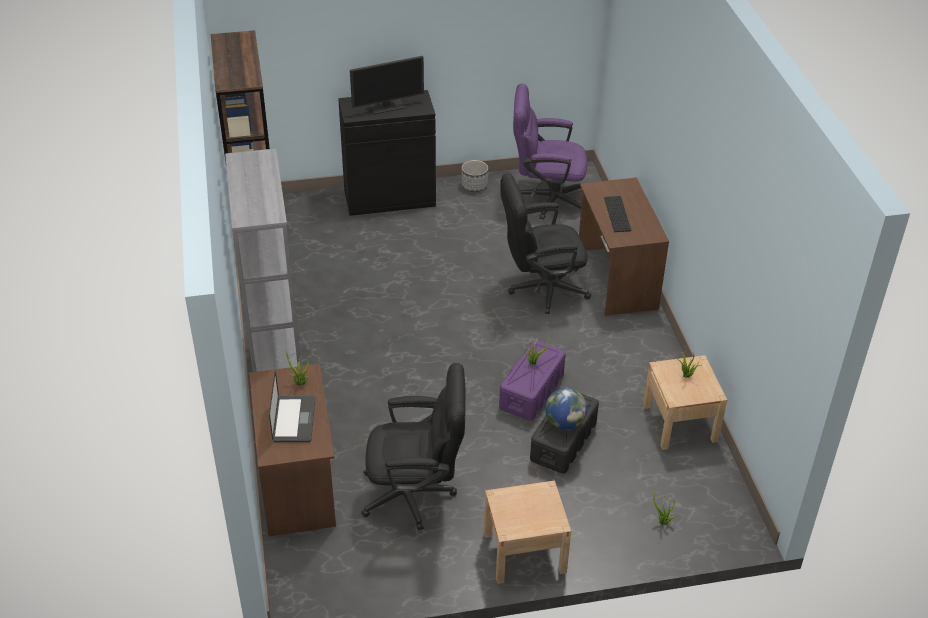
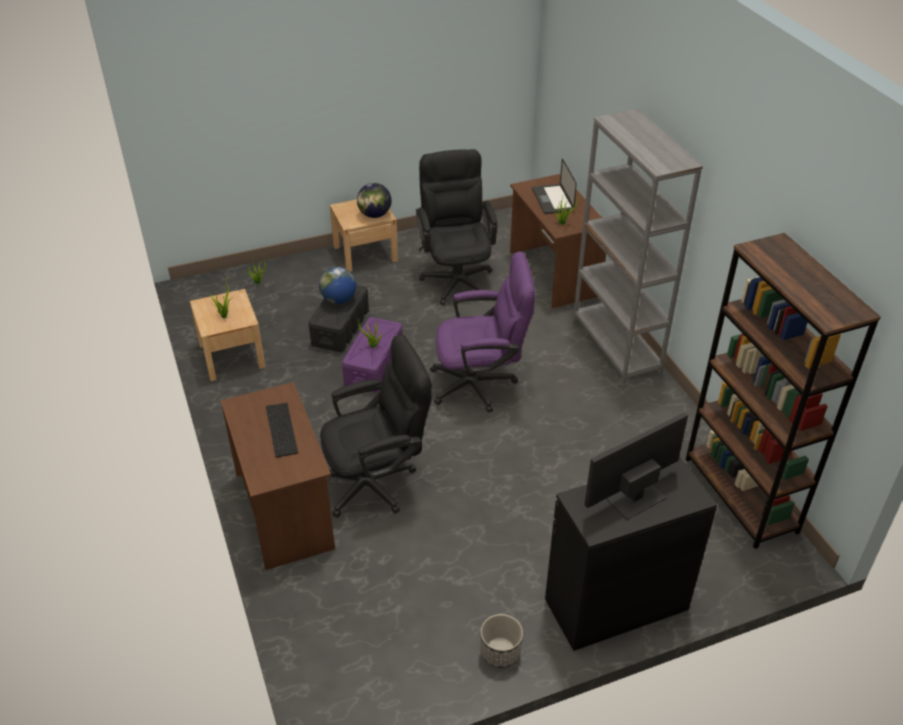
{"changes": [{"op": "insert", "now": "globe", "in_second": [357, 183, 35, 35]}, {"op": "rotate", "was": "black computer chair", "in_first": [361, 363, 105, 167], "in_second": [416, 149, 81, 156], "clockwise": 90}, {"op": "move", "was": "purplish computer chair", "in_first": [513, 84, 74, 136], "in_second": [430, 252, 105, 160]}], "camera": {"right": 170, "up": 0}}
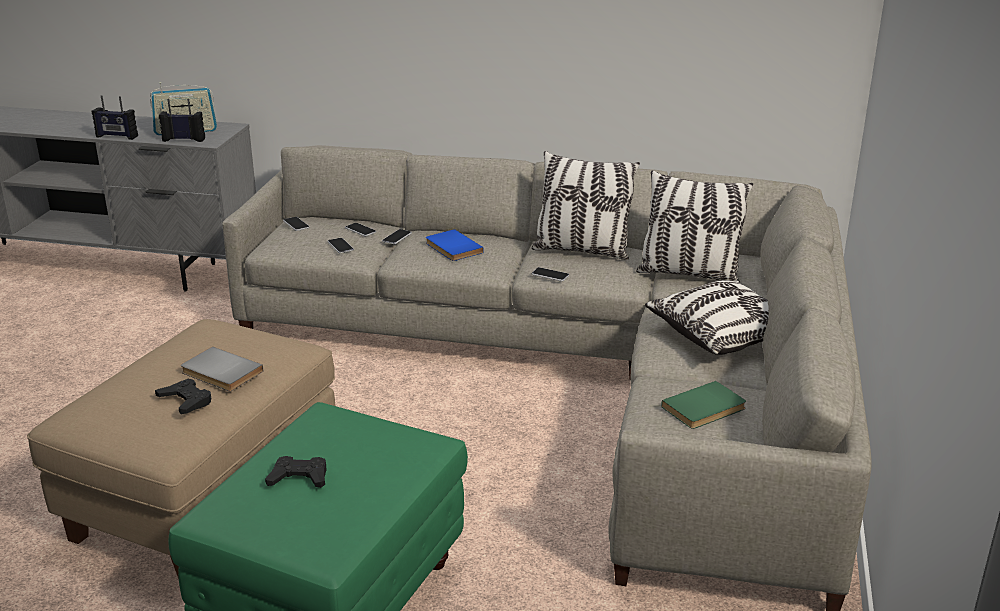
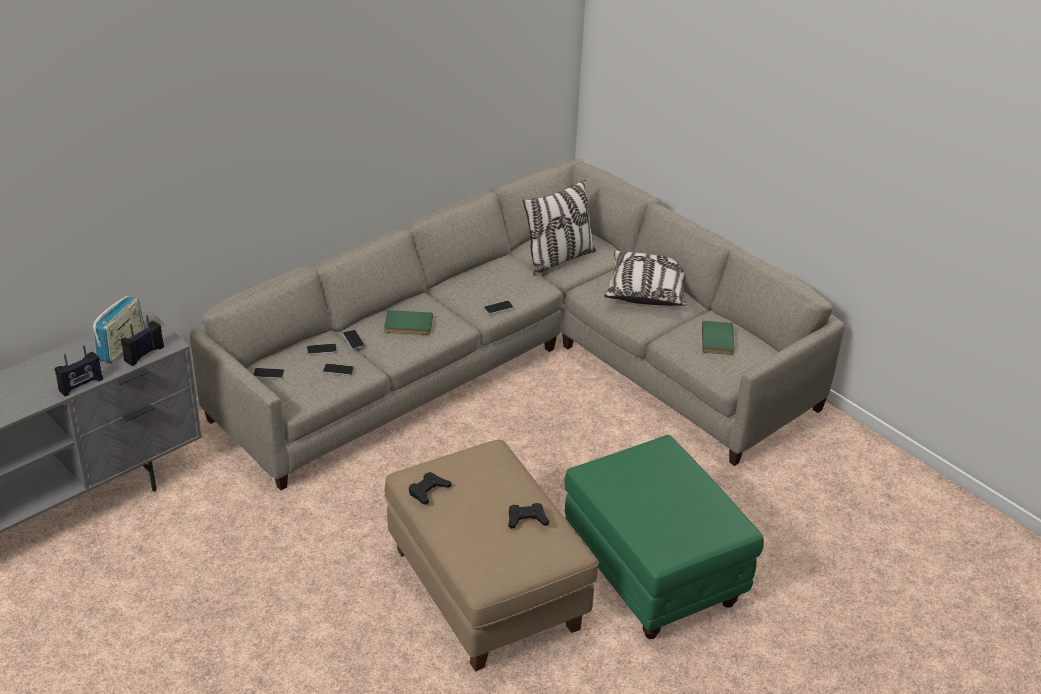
{"changes": [{"op": "recolor", "was": "bluish volume", "now": "green-coloured volume", "in_first": [426, 229, 58, 32], "in_second": [384, 310, 49, 25]}, {"op": "move", "was": "black gamepad", "in_first": [265, 456, 62, 32], "in_second": [409, 472, 42, 33]}, {"op": "delete", "was": "greyish volume", "in_first": [181, 347, 82, 44]}, {"op": "delete", "was": "pillow", "in_first": [531, 151, 109, 109]}], "camera": {"right": -55, "up": 10}}
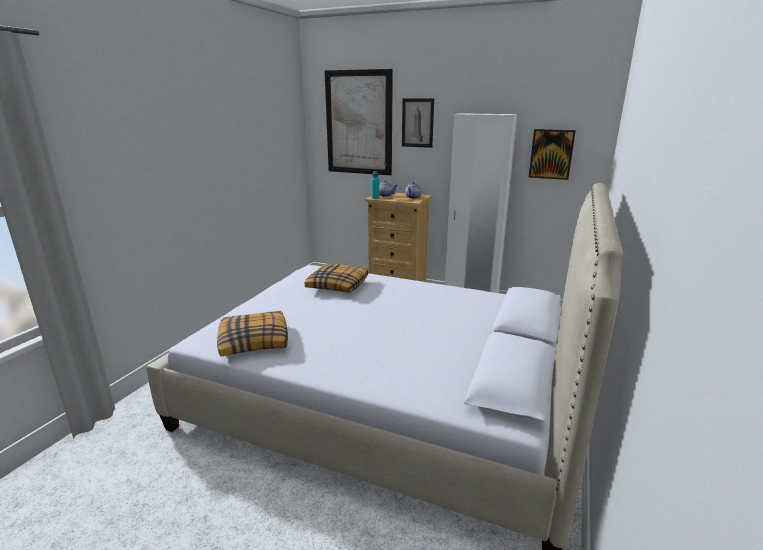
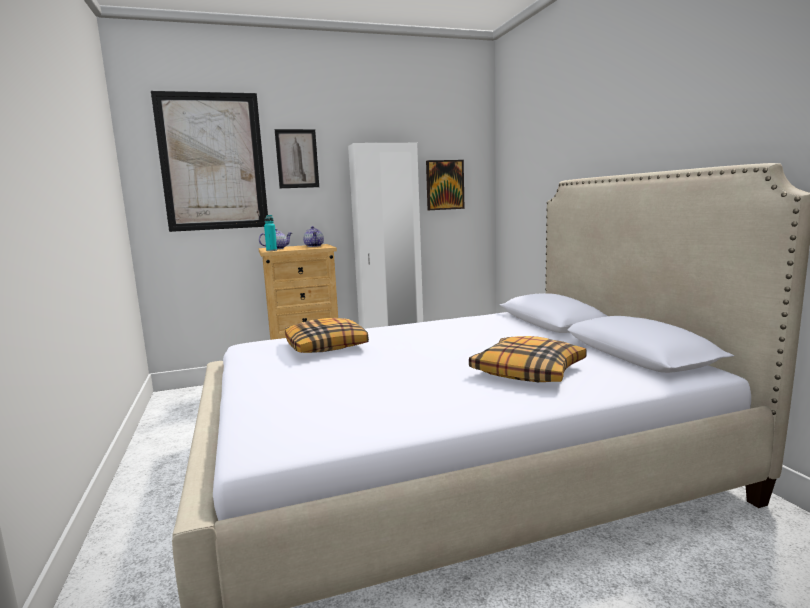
{"changes": [{"op": "move", "was": "pillow", "in_first": [217, 311, 71, 46], "in_second": [469, 336, 118, 46]}], "camera": {"right": -40, "up": -10}}
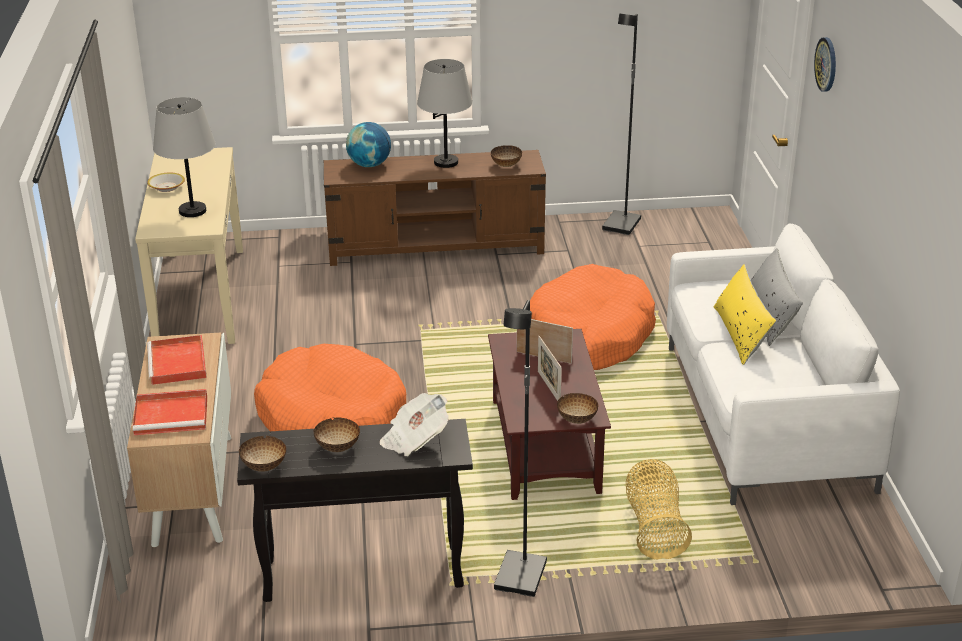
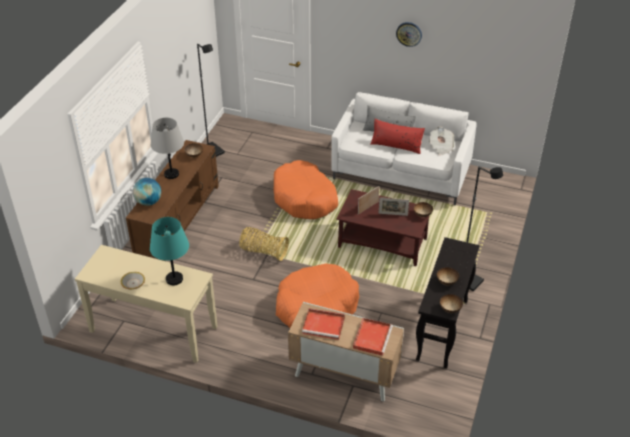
{"changes": [{"op": "recolor", "was": "greyish table lamp", "now": "blue-green table lamp", "in_first": [153, 97, 63, 120], "in_second": [150, 217, 39, 68]}, {"op": "move", "was": "storage basket", "in_first": [626, 459, 66, 100], "in_second": [239, 227, 50, 34]}, {"op": "recolor", "was": "yellow pillow", "now": "red-coloured pillow", "in_first": [714, 264, 62, 101], "in_second": [371, 119, 54, 35]}, {"op": "move", "was": "hanging clock", "in_first": [814, 37, 22, 55], "in_second": [396, 22, 26, 25]}, {"op": "move", "was": "daily paper", "in_first": [380, 393, 69, 63], "in_second": [429, 127, 25, 29]}], "camera": {"right": -65, "up": 10}}
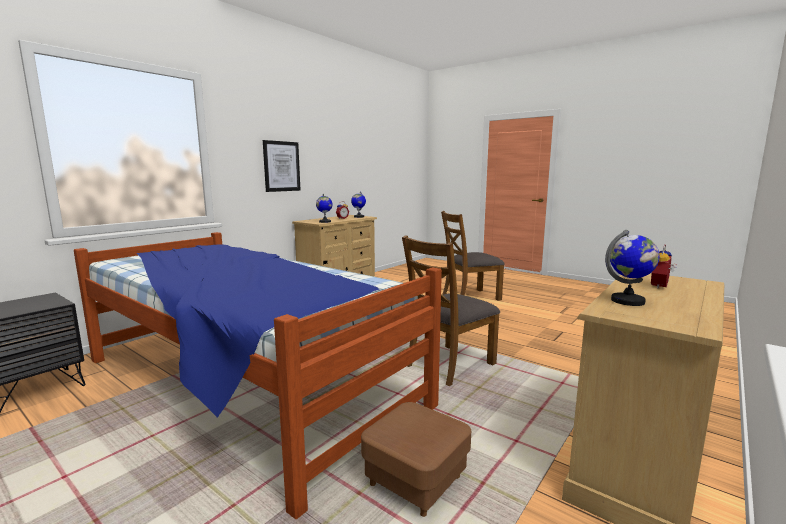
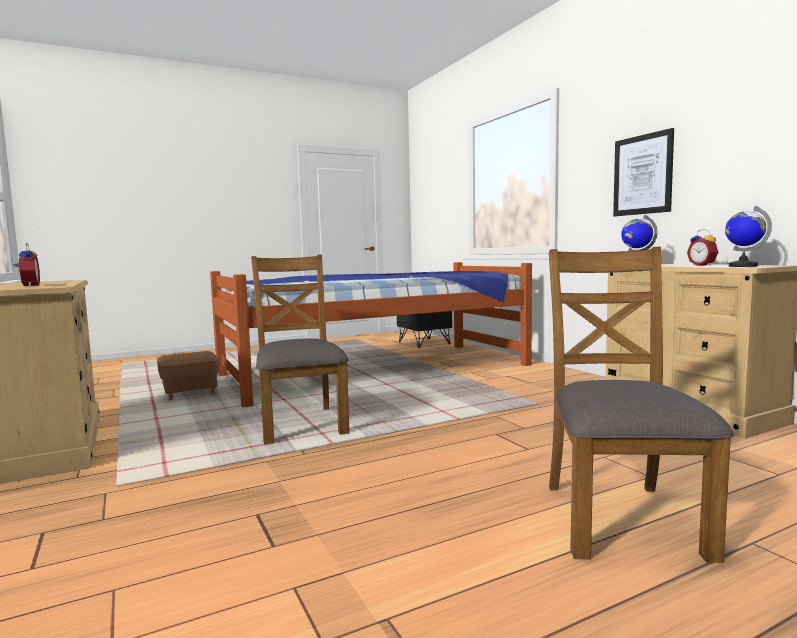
{"changes": [{"op": "delete", "was": "globe", "in_first": [605, 229, 55, 77]}], "camera": {"right": 115, "up": -5}}
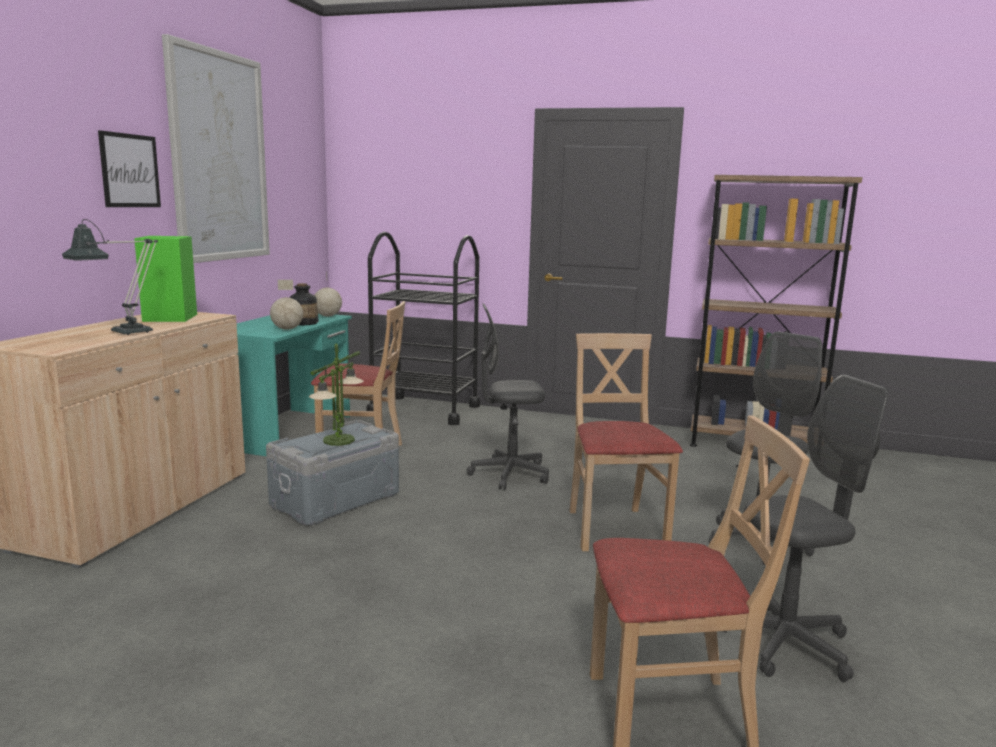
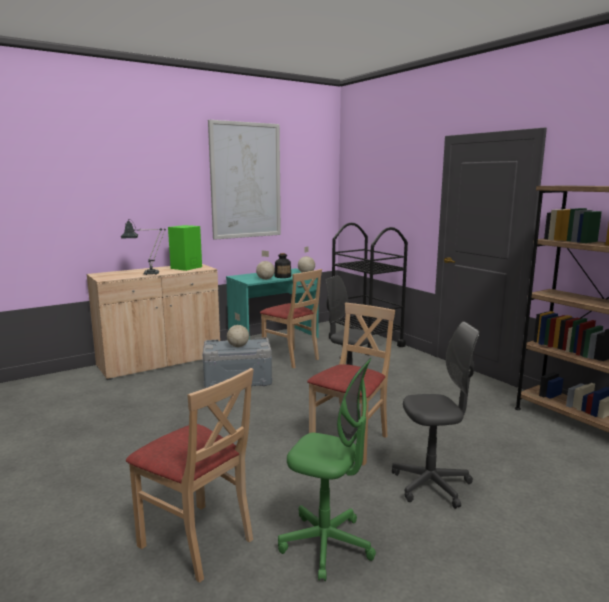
{"changes": [{"op": "replace", "was": "table lamp", "now": "globe", "in_first": [309, 343, 54, 103], "in_second": [227, 313, 22, 34]}, {"op": "recolor", "was": "greyish computer chair", "now": "green-coloured computer chair", "in_first": [724, 375, 164, 307], "in_second": [278, 358, 98, 223]}, {"op": "delete", "was": "wall picture", "in_first": [98, 130, 63, 77]}], "camera": {"right": 40, "up": 0}}
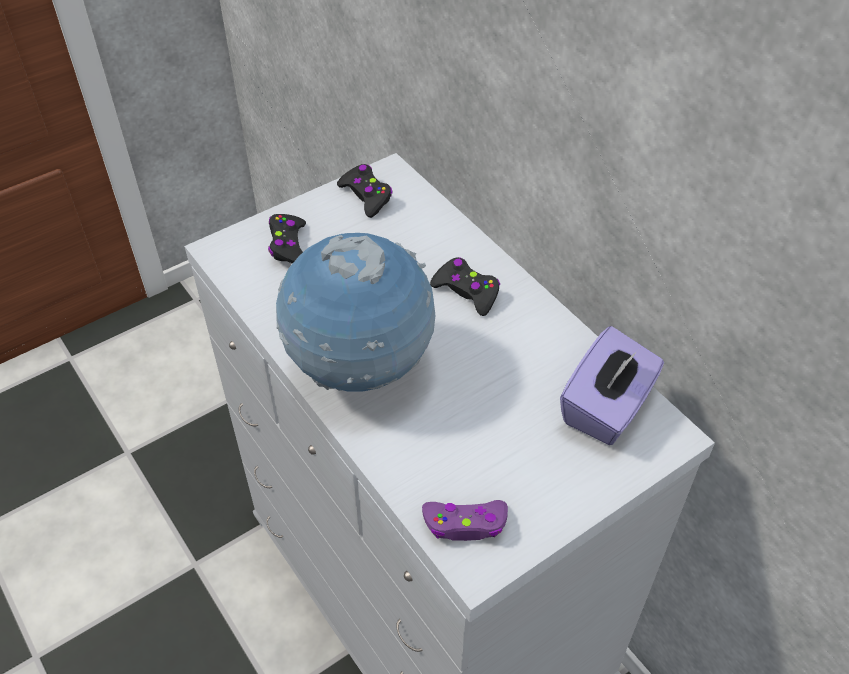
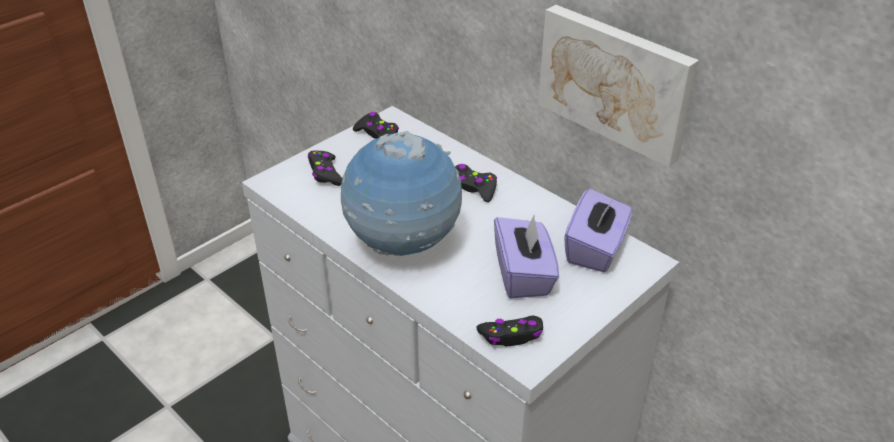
{"changes": [{"op": "recolor", "was": "purplish gamepad", "now": "black gamepad", "in_first": [422, 500, 86, 41], "in_second": [477, 316, 66, 30]}, {"op": "insert", "now": "purplish tissue holder", "in_second": [494, 214, 65, 84]}, {"op": "insert", "now": "wall picture", "in_second": [538, 5, 161, 162]}], "camera": {"right": -10, "up": -10}}
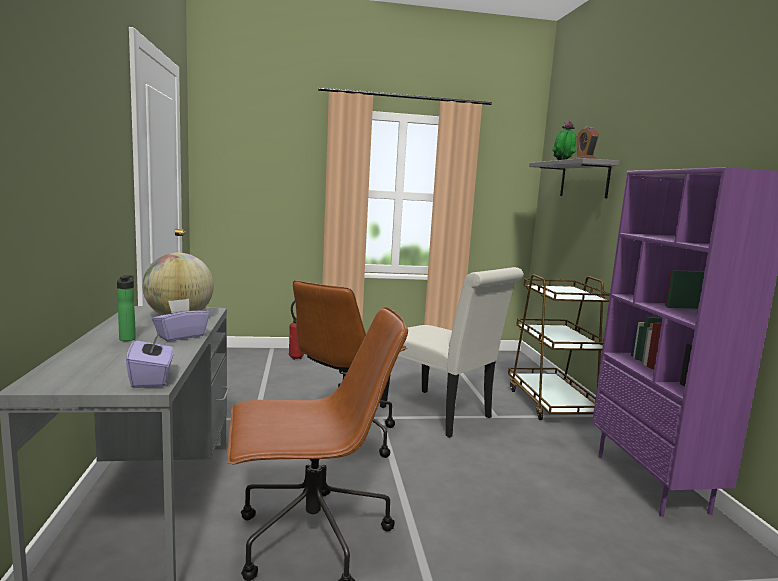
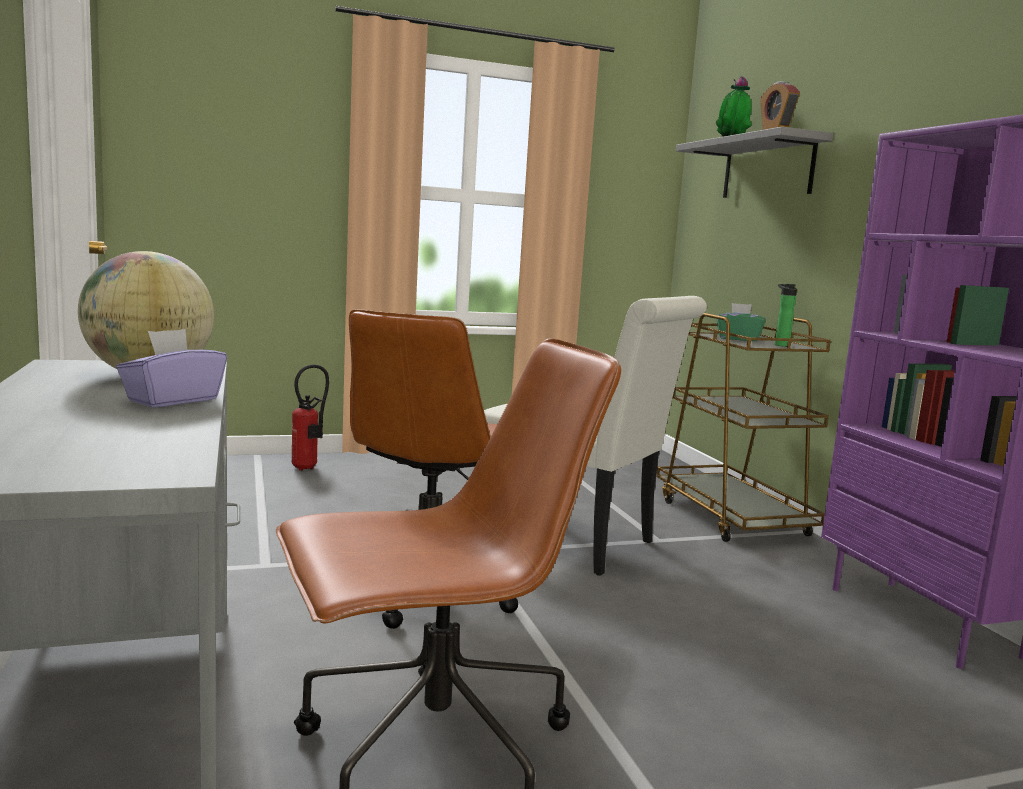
{"changes": [{"op": "insert", "now": "green-coloured tissue holder", "in_second": [716, 303, 50, 38]}, {"op": "move", "was": "beverage bottle", "in_first": [117, 275, 19, 66], "in_second": [775, 284, 22, 63]}, {"op": "delete", "was": "purplish tissue holder", "in_first": [126, 332, 48, 56]}], "camera": {"right": -10, "up": 0}}
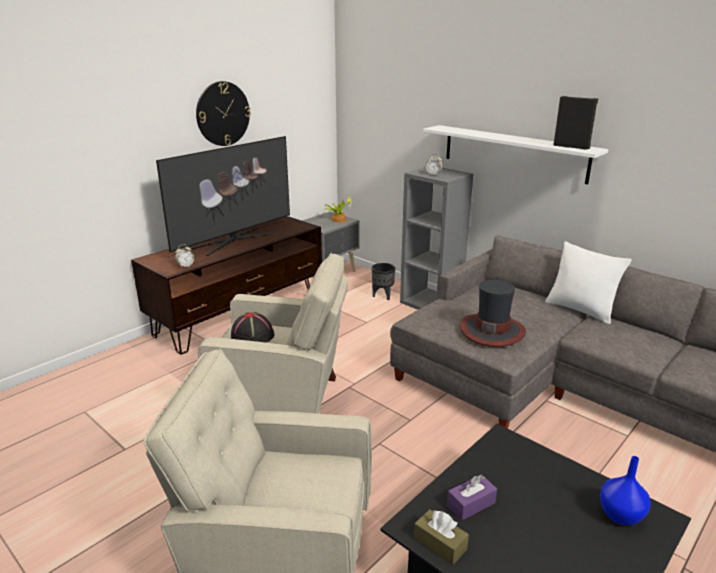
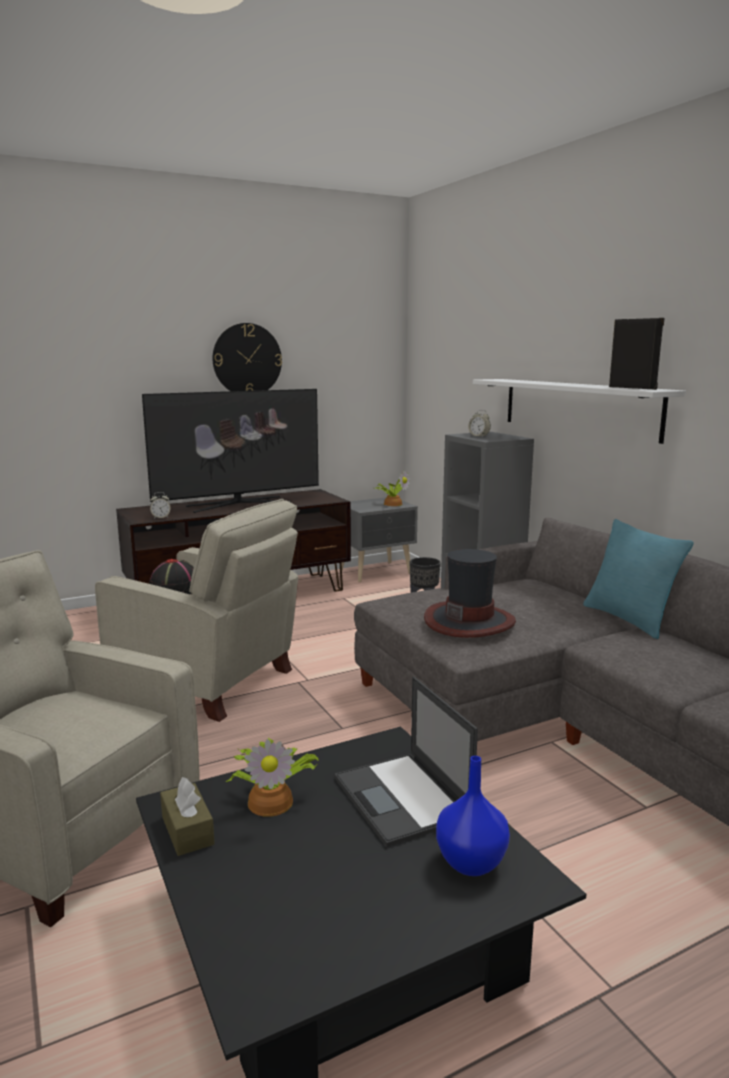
{"changes": [{"op": "replace", "was": "purplish tissue holder", "now": "potted plant", "in_first": [447, 474, 50, 46], "in_second": [226, 738, 93, 79]}, {"op": "insert", "now": "laptop", "in_second": [335, 676, 143, 171]}, {"op": "recolor", "was": "whitish pillow", "now": "blue-green pillow", "in_first": [545, 241, 86, 83], "in_second": [583, 519, 110, 120]}], "camera": {"right": 20, "up": -10}}
